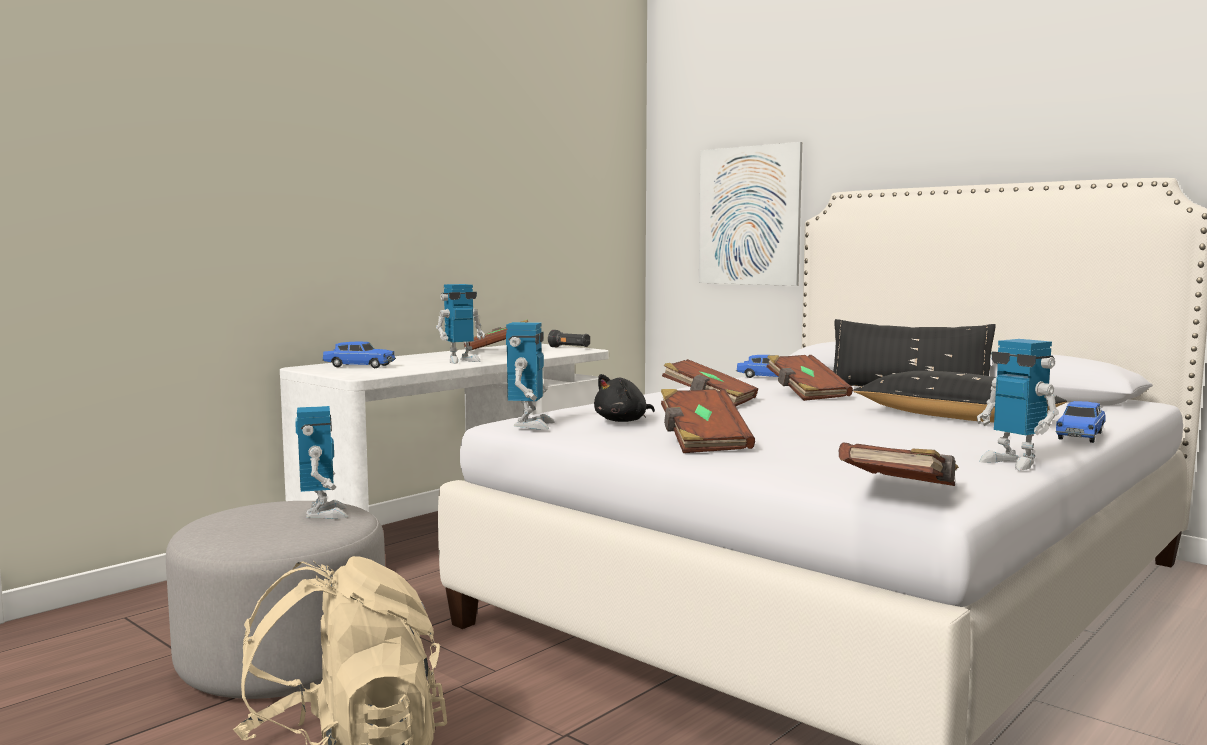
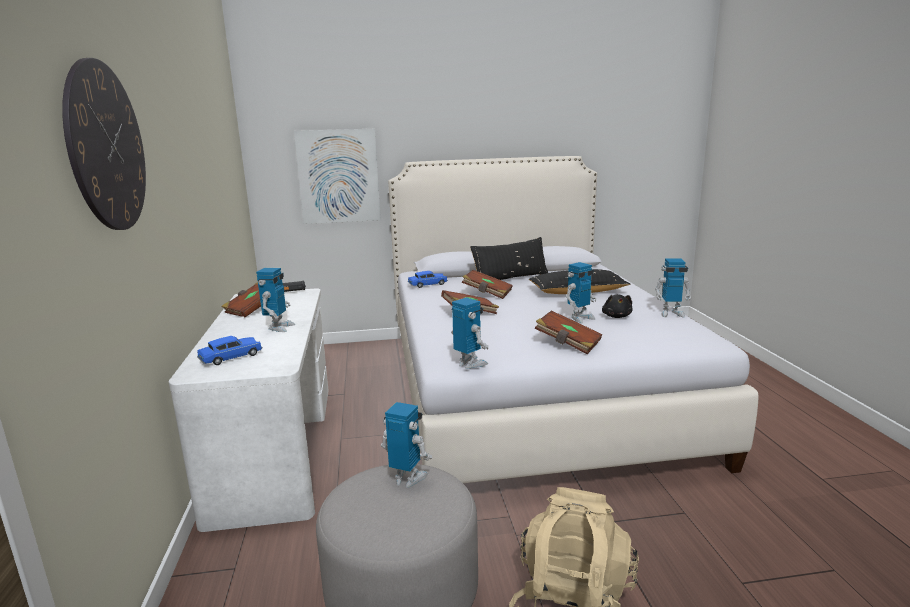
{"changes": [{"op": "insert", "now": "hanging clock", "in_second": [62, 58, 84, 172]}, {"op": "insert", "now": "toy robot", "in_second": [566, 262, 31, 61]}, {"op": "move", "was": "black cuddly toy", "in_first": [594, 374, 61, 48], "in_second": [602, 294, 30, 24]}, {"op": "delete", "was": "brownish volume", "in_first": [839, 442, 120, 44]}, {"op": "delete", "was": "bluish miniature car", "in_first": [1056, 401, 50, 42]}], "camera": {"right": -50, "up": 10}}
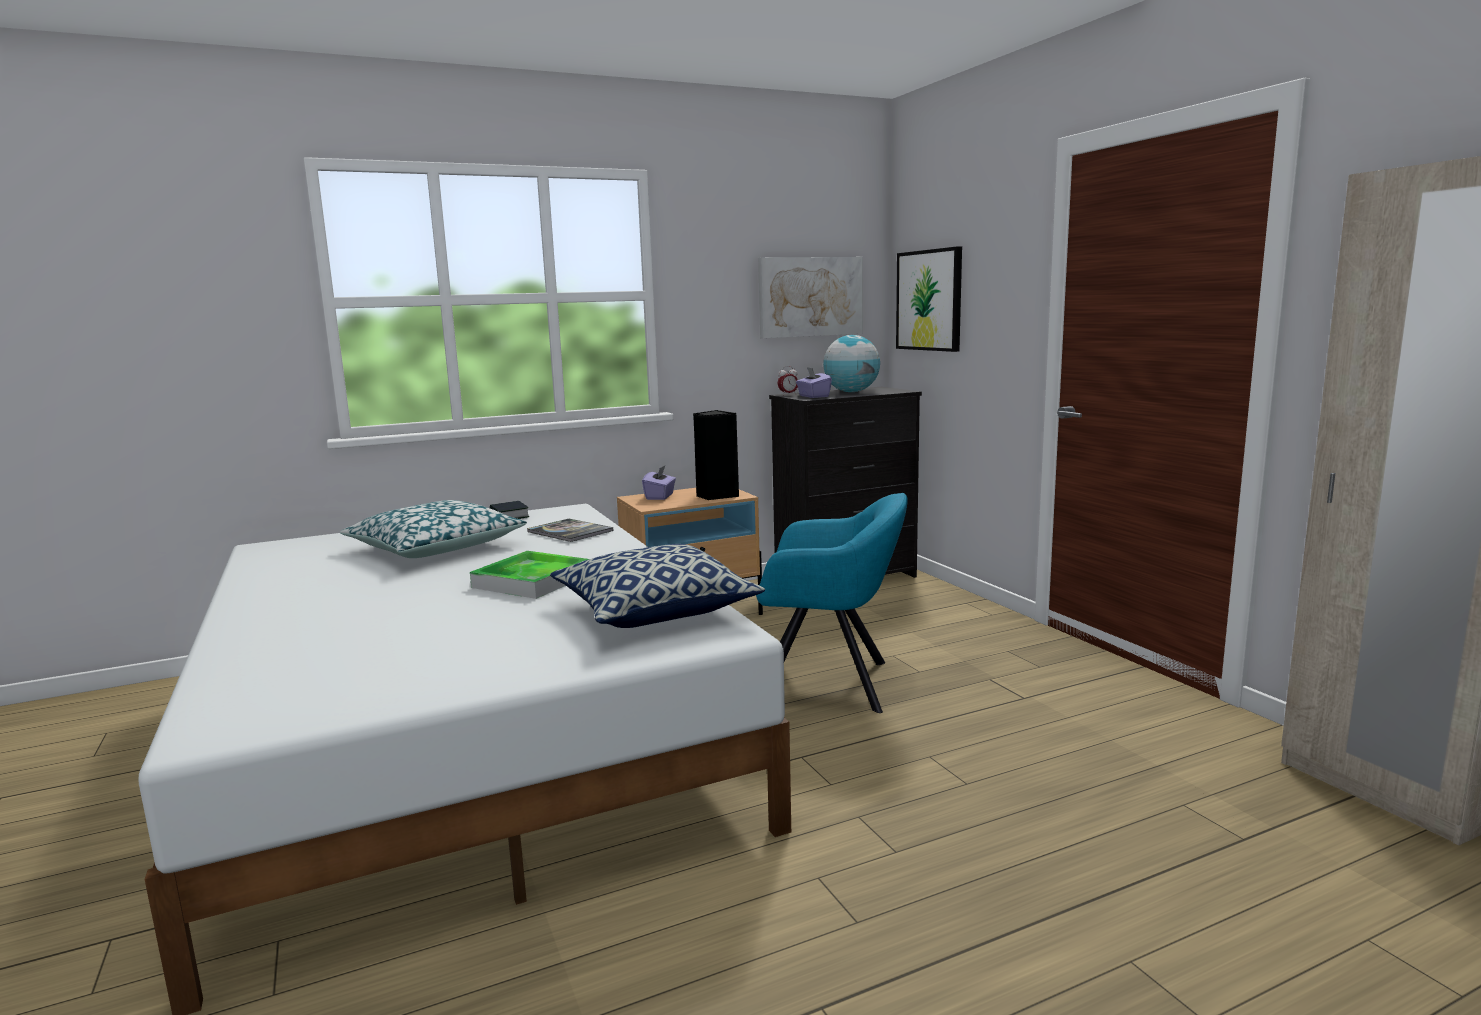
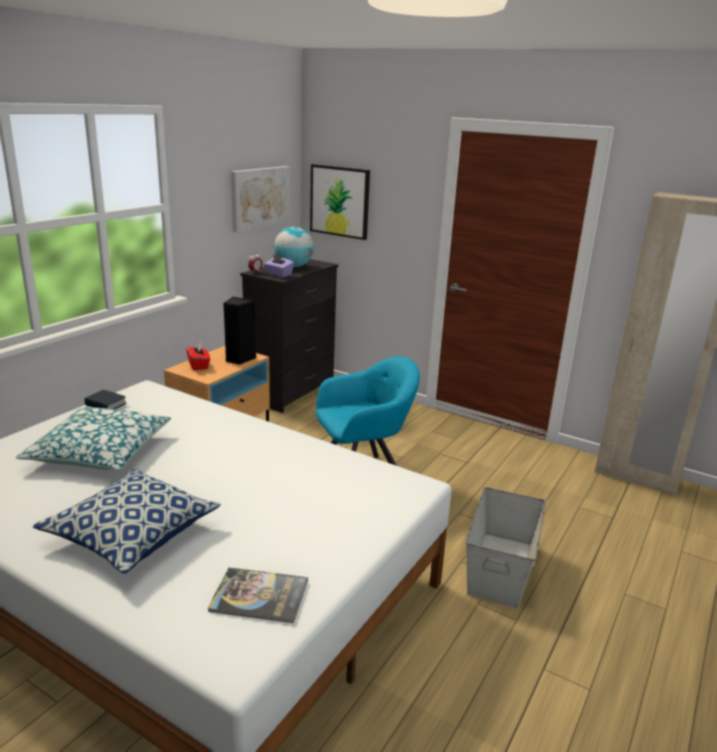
{"changes": [{"op": "move", "was": "pillow", "in_first": [550, 544, 215, 84], "in_second": [33, 468, 188, 106]}, {"op": "recolor", "was": "purplish tissue holder", "now": "red-coloured tissue holder", "in_first": [642, 465, 34, 35], "in_second": [186, 343, 24, 27]}, {"op": "move", "was": "volume", "in_first": [527, 519, 86, 23], "in_second": [208, 567, 100, 56]}, {"op": "insert", "now": "greyish storage bin", "in_second": [465, 487, 81, 121]}, {"op": "delete", "was": "serving tray", "in_first": [470, 551, 119, 48]}], "camera": {"right": -35, "up": 10}}
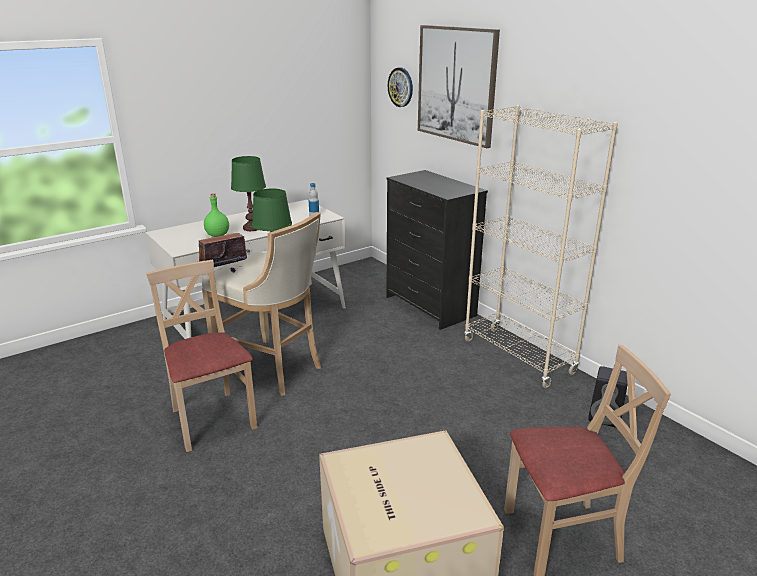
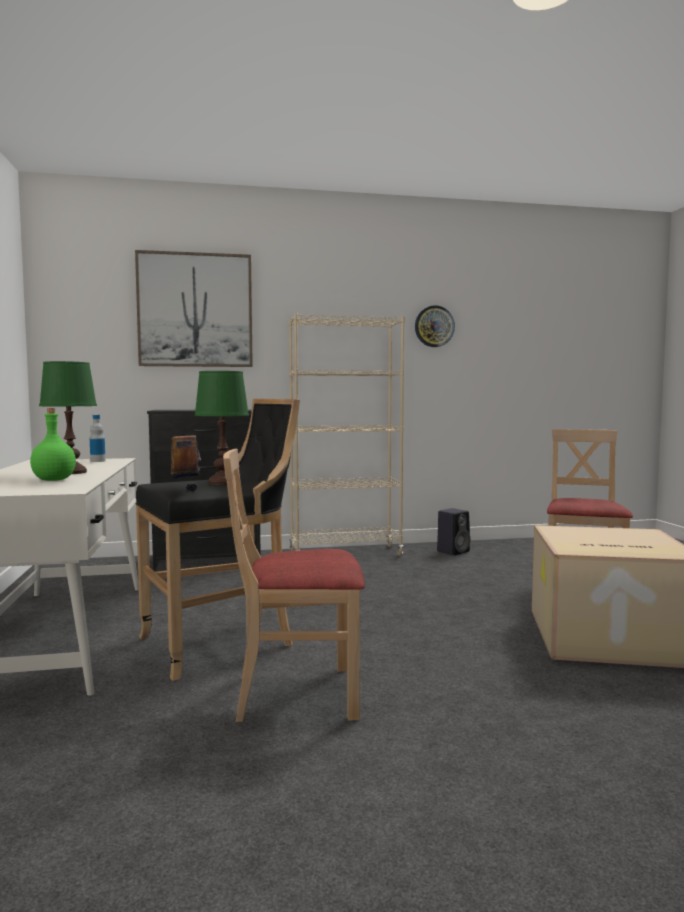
{"changes": [{"op": "recolor", "was": "beige-coloured sitting stool", "now": "black sitting stool", "in_first": [202, 212, 119, 184], "in_second": [136, 399, 164, 282]}, {"op": "move", "was": "hanging clock", "in_first": [388, 67, 25, 40], "in_second": [415, 305, 40, 42]}], "camera": {"right": -65, "up": -20}}
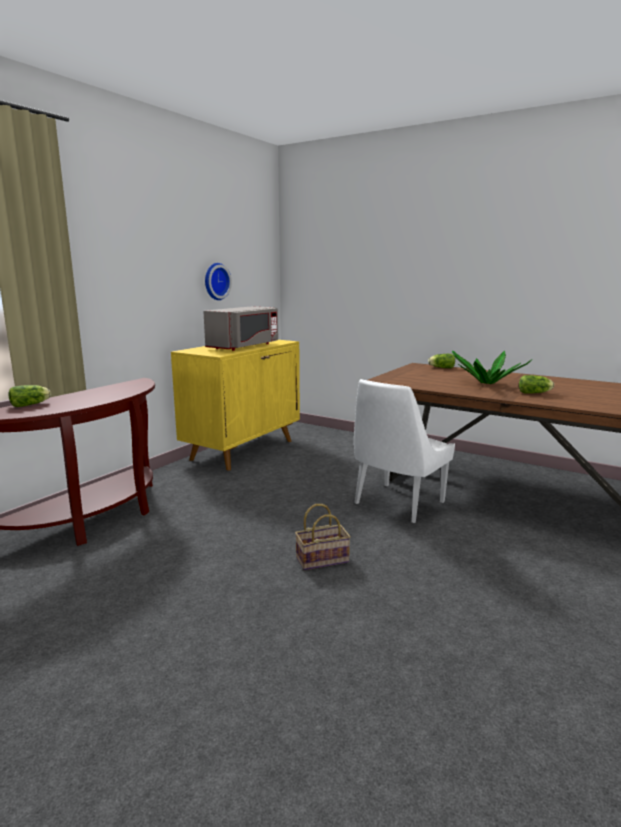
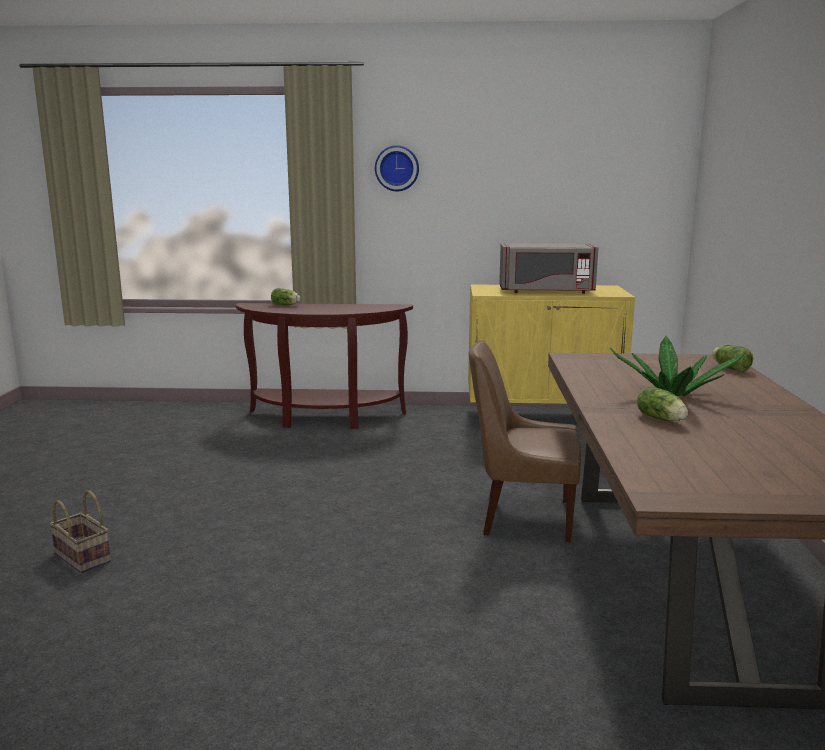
{"changes": [{"op": "move", "was": "storage basket", "in_first": [295, 504, 56, 67], "in_second": [49, 490, 62, 83]}, {"op": "move", "was": "hanging clock", "in_first": [205, 263, 27, 37], "in_second": [375, 145, 44, 46]}, {"op": "recolor", "was": "whitish upright chair", "now": "brownish upright chair", "in_first": [354, 379, 101, 144], "in_second": [469, 340, 112, 203]}], "camera": {"right": 60, "up": 0}}
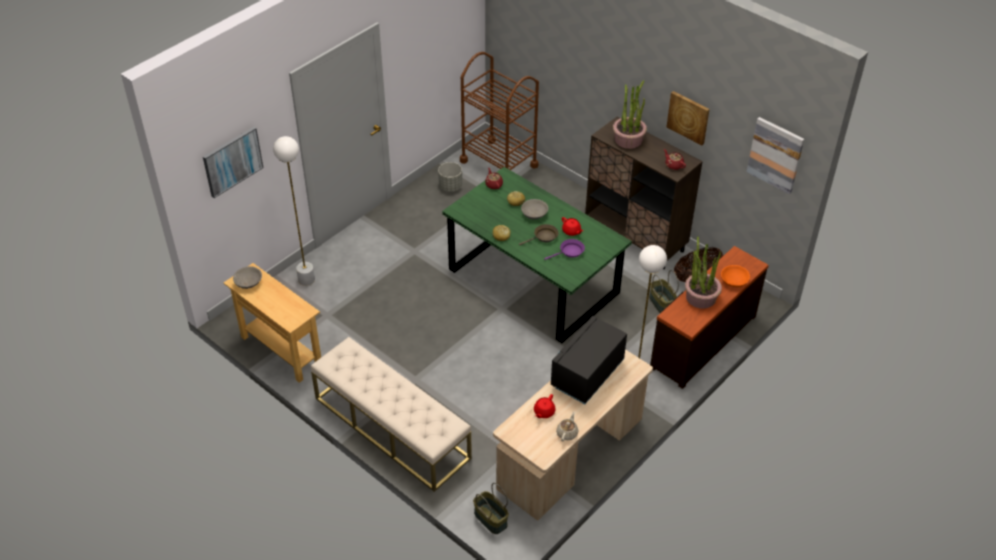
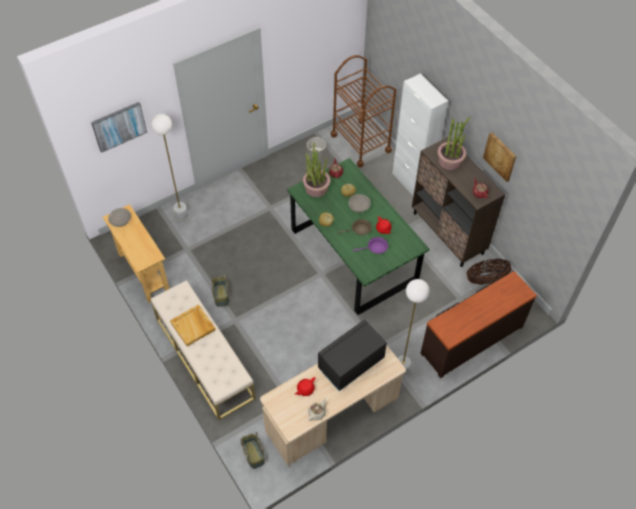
{"changes": [{"op": "insert", "now": "beige-coloured serving tray", "in_second": [170, 304, 46, 42]}, {"op": "move", "was": "storage basket", "in_first": [649, 270, 30, 43], "in_second": [211, 273, 18, 34]}, {"op": "move", "was": "potted plant", "in_first": [685, 236, 37, 73], "in_second": [303, 142, 27, 55]}, {"op": "insert", "now": "whitish cabinet", "in_second": [392, 73, 56, 123]}, {"op": "delete", "was": "orange bowl", "in_first": [721, 265, 29, 22]}, {"op": "delete", "was": "wall picture", "in_first": [746, 117, 58, 77]}], "camera": {"right": 15, "up": 10}}
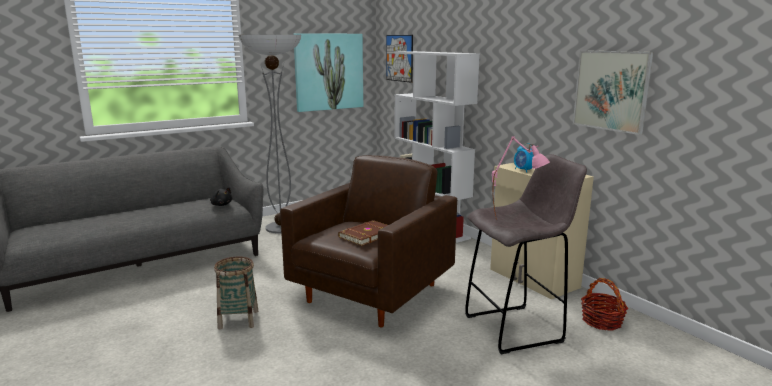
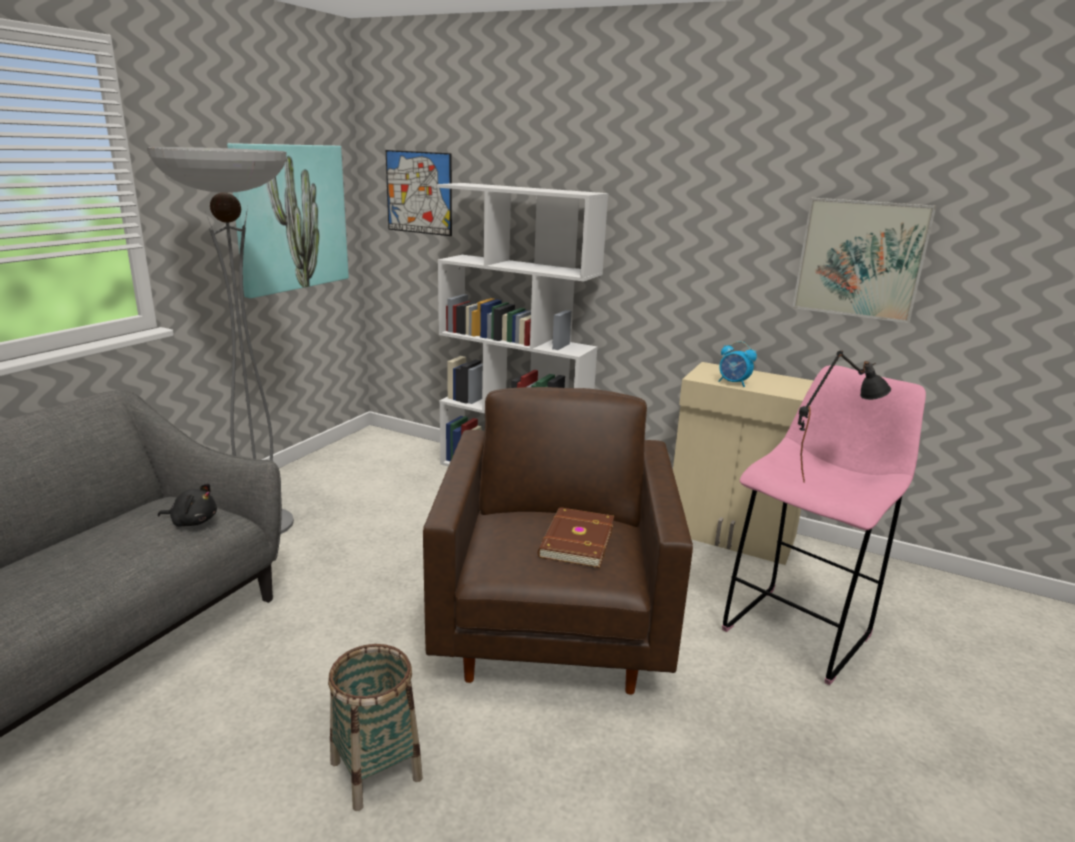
{"changes": [{"op": "recolor", "was": "greyish sitting stool", "now": "pinkish sitting stool", "in_first": [465, 154, 122, 200], "in_second": [722, 365, 204, 320]}, {"op": "recolor", "was": "pinkish table lamp", "now": "black table lamp", "in_first": [492, 136, 58, 83], "in_second": [798, 350, 93, 133]}, {"op": "delete", "was": "storage basket", "in_first": [581, 278, 47, 53]}], "camera": {"right": -30, "up": 5}}
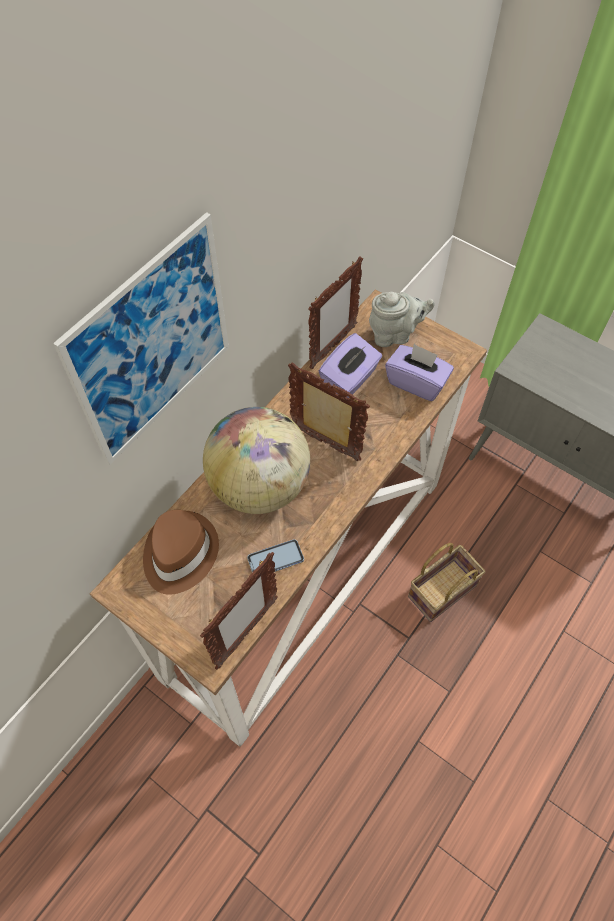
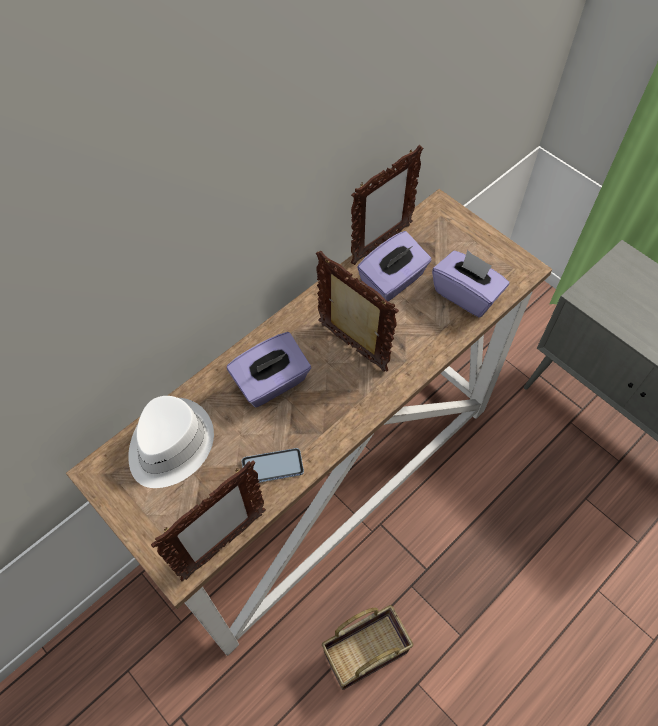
{"changes": [{"op": "recolor", "was": "brownish clothing hat", "now": "whitish clothing hat", "in_first": [143, 510, 76, 85], "in_second": [128, 396, 86, 92]}, {"op": "replace", "was": "globe", "now": "purplish tissue holder", "in_first": [203, 407, 107, 107], "in_second": [227, 332, 84, 75]}, {"op": "move", "was": "storage basket", "in_first": [408, 543, 77, 79], "in_second": [322, 605, 91, 85]}, {"op": "delete", "was": "wall picture", "in_first": [53, 212, 176, 253]}, {"op": "delete", "was": "greyish tea pot", "in_first": [369, 292, 66, 55]}], "camera": {"right": 10, "up": 0}}
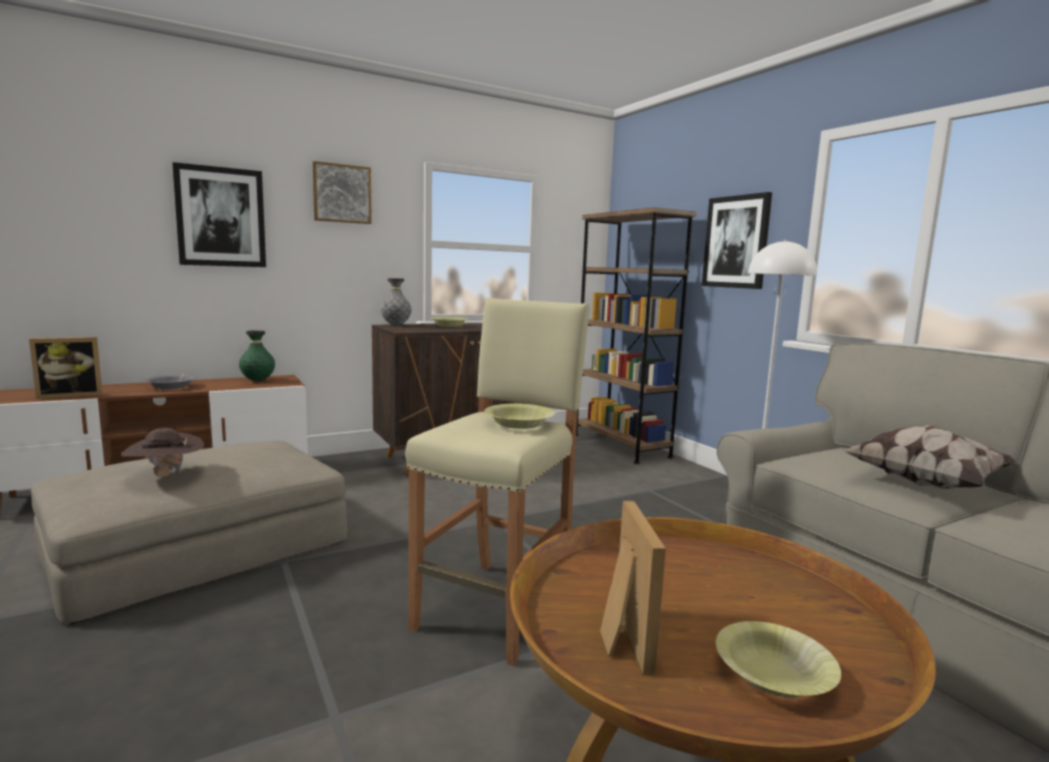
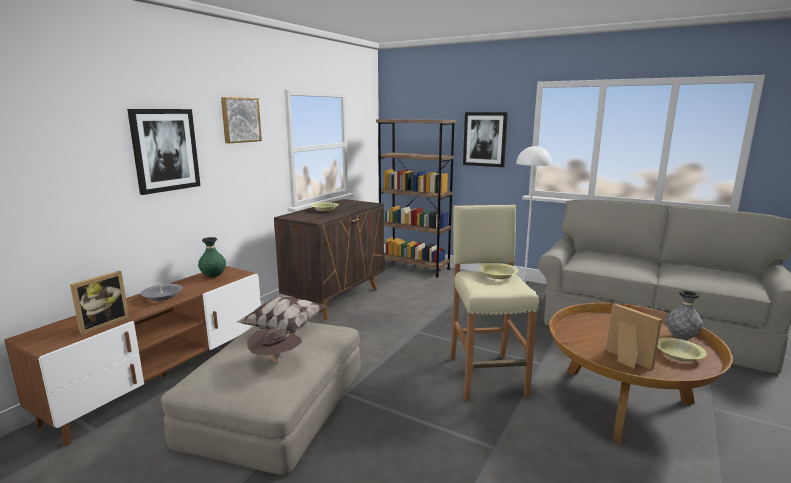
{"changes": [{"op": "move", "was": "pillow", "in_first": [842, 425, 174, 63], "in_second": [237, 297, 90, 36]}, {"op": "move", "was": "greyish decorative vase", "in_first": [381, 278, 31, 47], "in_second": [666, 290, 37, 49]}], "camera": {"right": -30, "up": 5}}
